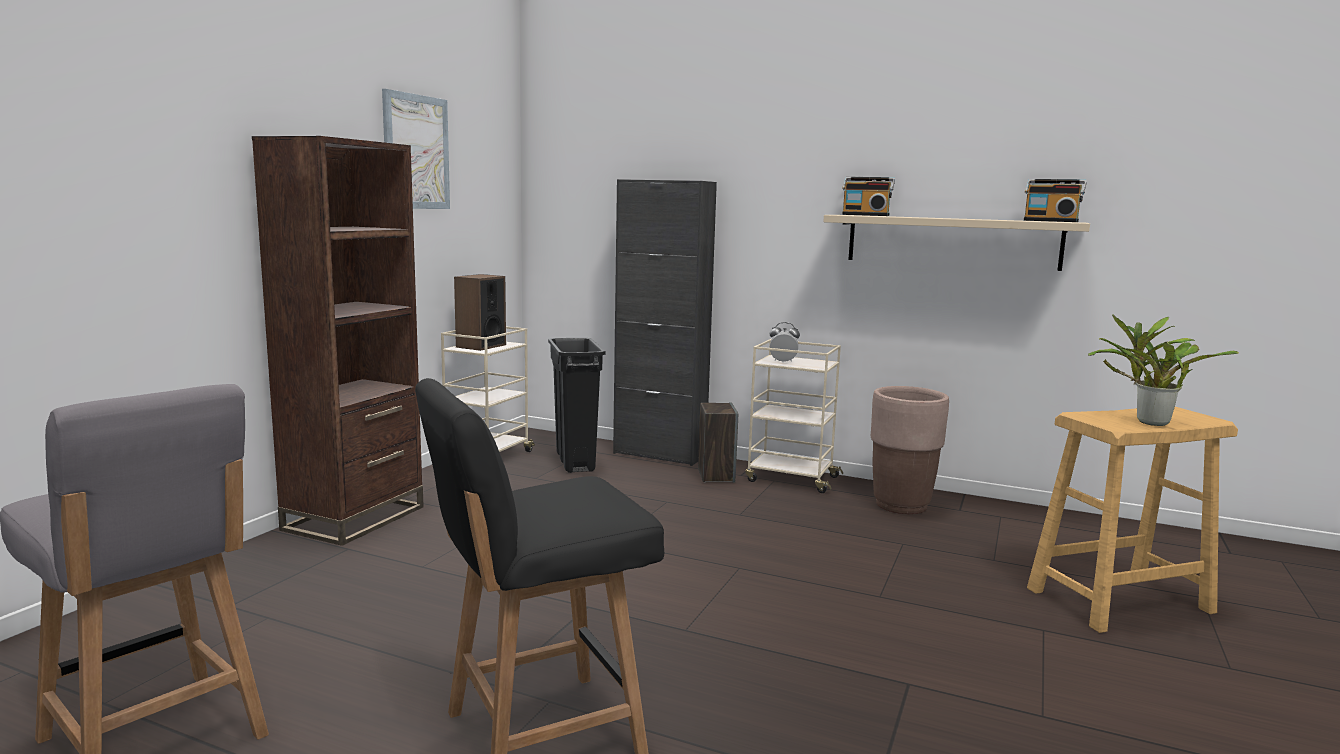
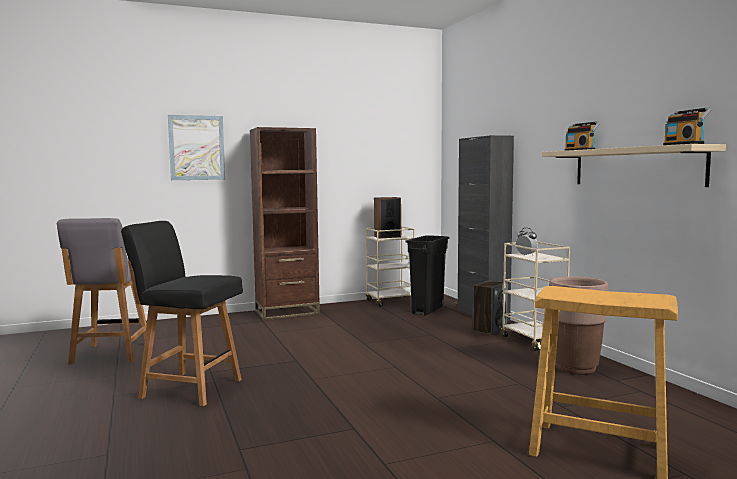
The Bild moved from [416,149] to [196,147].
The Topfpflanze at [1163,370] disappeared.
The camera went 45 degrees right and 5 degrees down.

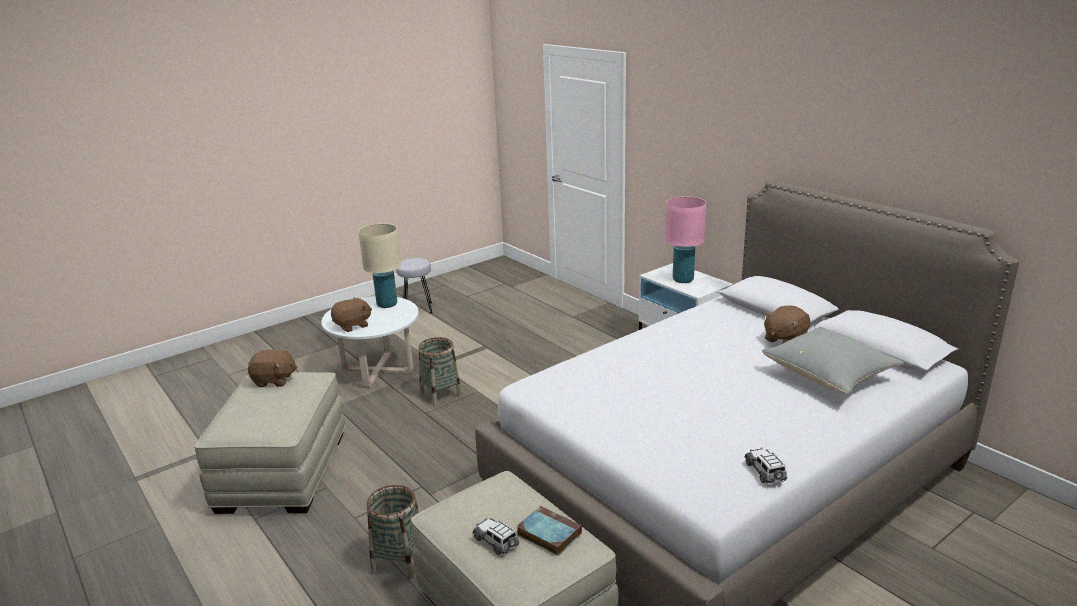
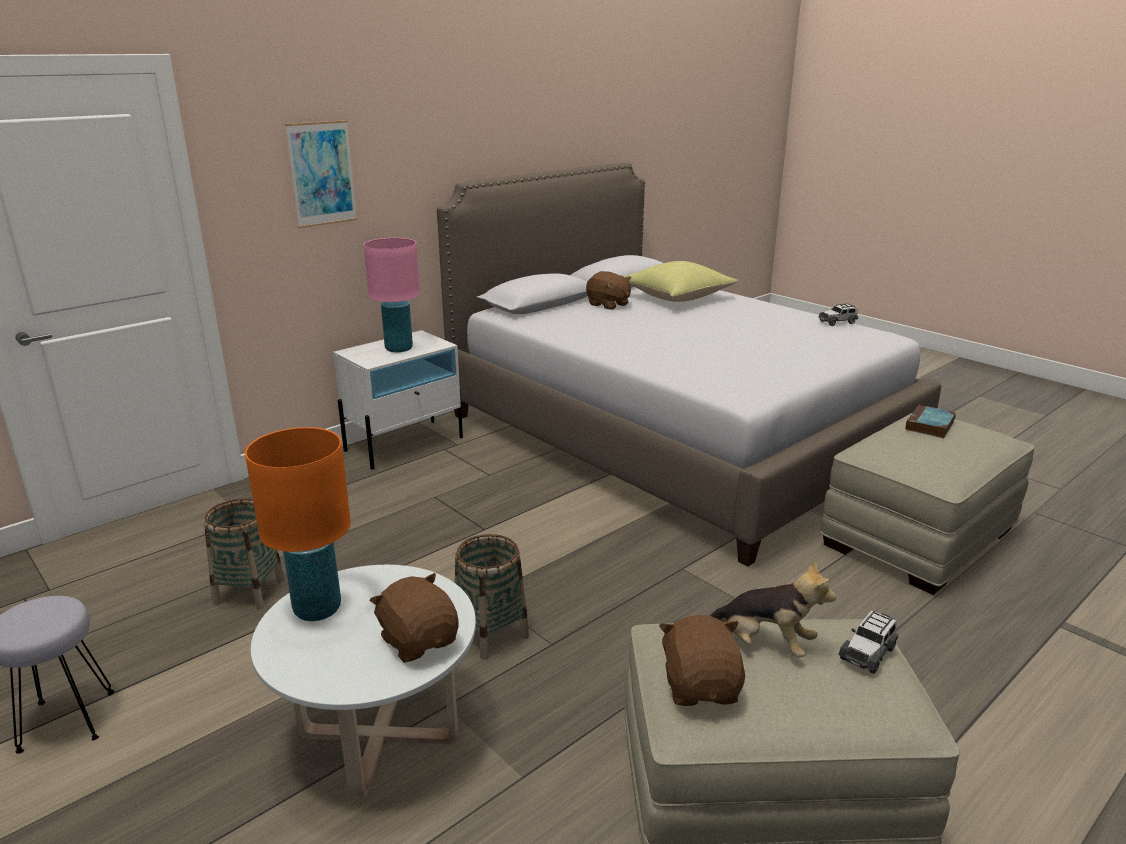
The Tischlampe/beige at [379,265] became the Tischlampe/orange at [298,524].
The Kissen/grau at [833,360] became the Kissen/gelb at [681,281].
The Korb moved from [393,532] to [244,554].
The Spielzeugauto moved from [495,536] to [868,642].
The Bild at [321,174] appeared.
The Plüschtier at [773,608] appeared.
The camera went 95 degrees left and 0 degrees up.

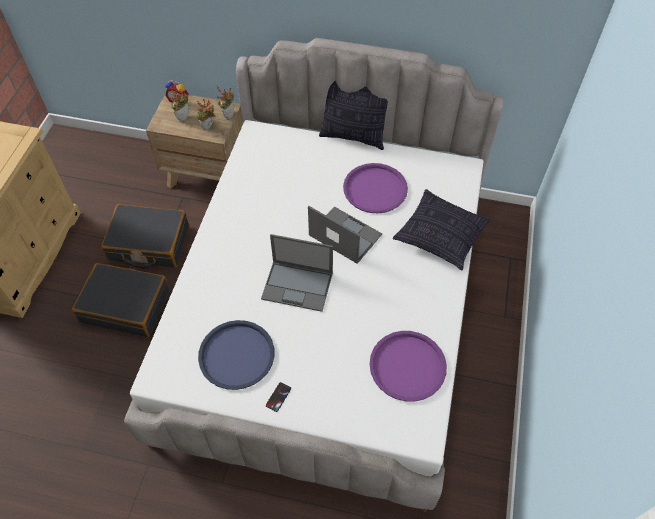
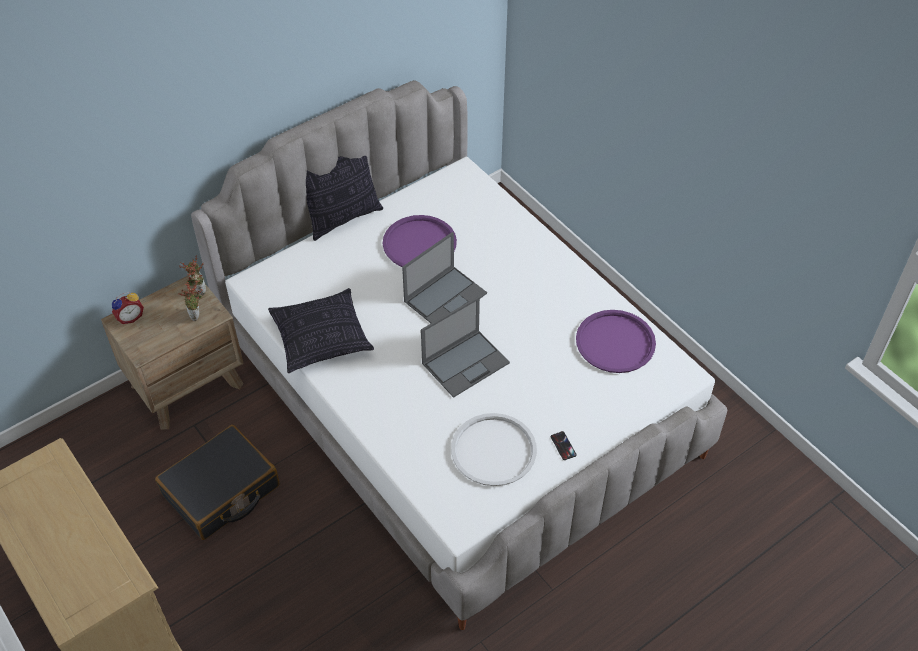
The Topfpflanze at [179,104] disappeared.
The Kissen moved from [442,229] to [321,330].
The Laptop at [345,235] turned 150 degrees clockwise.
The Koffer/schwarz at [120,300] disappeared.
The Tablett/blau at [236,355] became the Tablett/weiß at [494,449].
The camera went 50 degrees left and 5 degrees down.

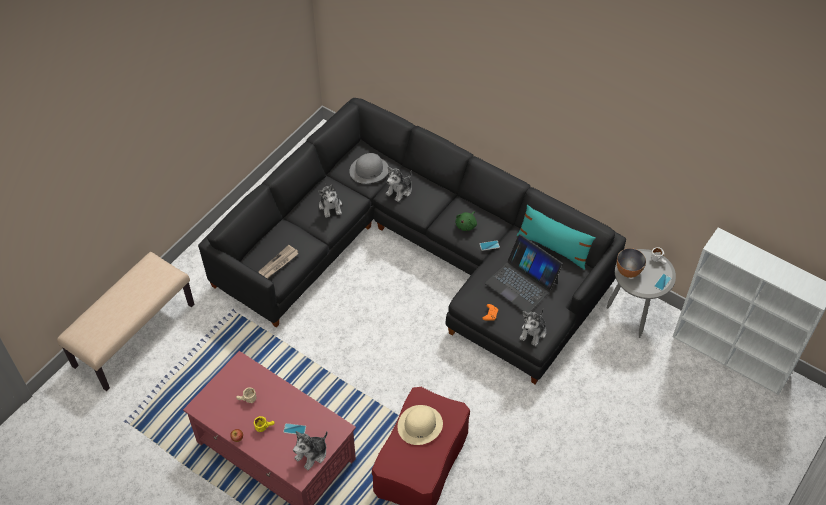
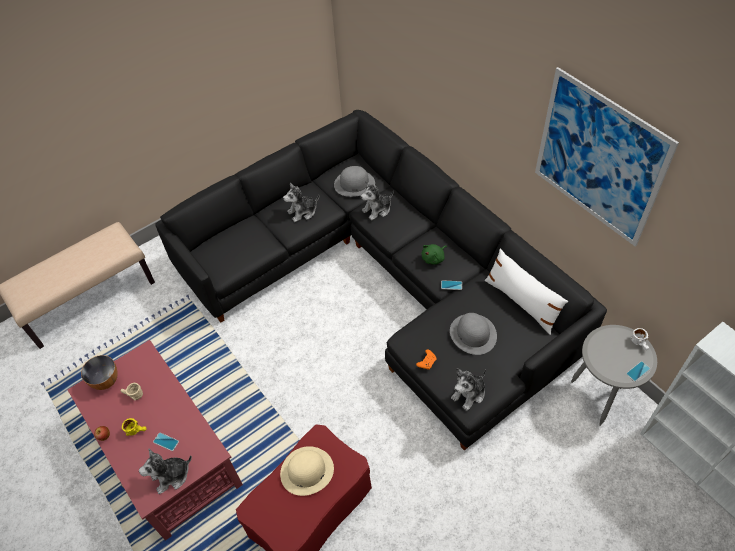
The Plüschtier at [330,200] turned 60 degrees clockwise.
The Kissen/türkis at [556,237] became the Kissen/weiß at [526,292].
The Laptop at [524,273] was replaced by the Hut/grau at [473,334].
The Zeitung at [278,262] disappeared.
The Schüssel moved from [631,263] to [99,372].
The Bild at [607,157] appeared.
The camera went 20 degrees right and 0 degrees up.

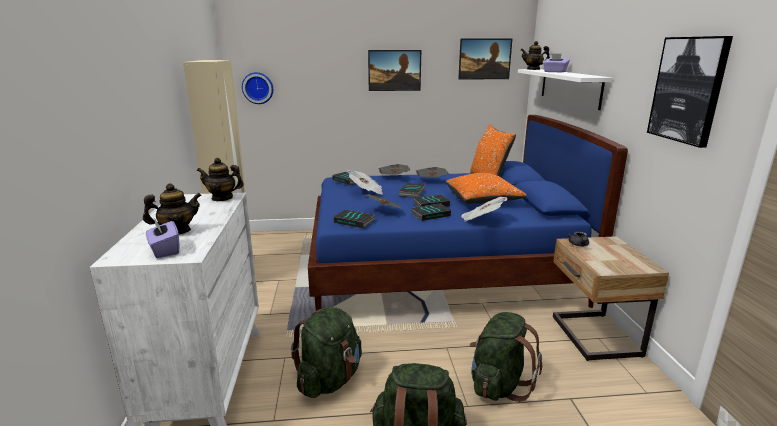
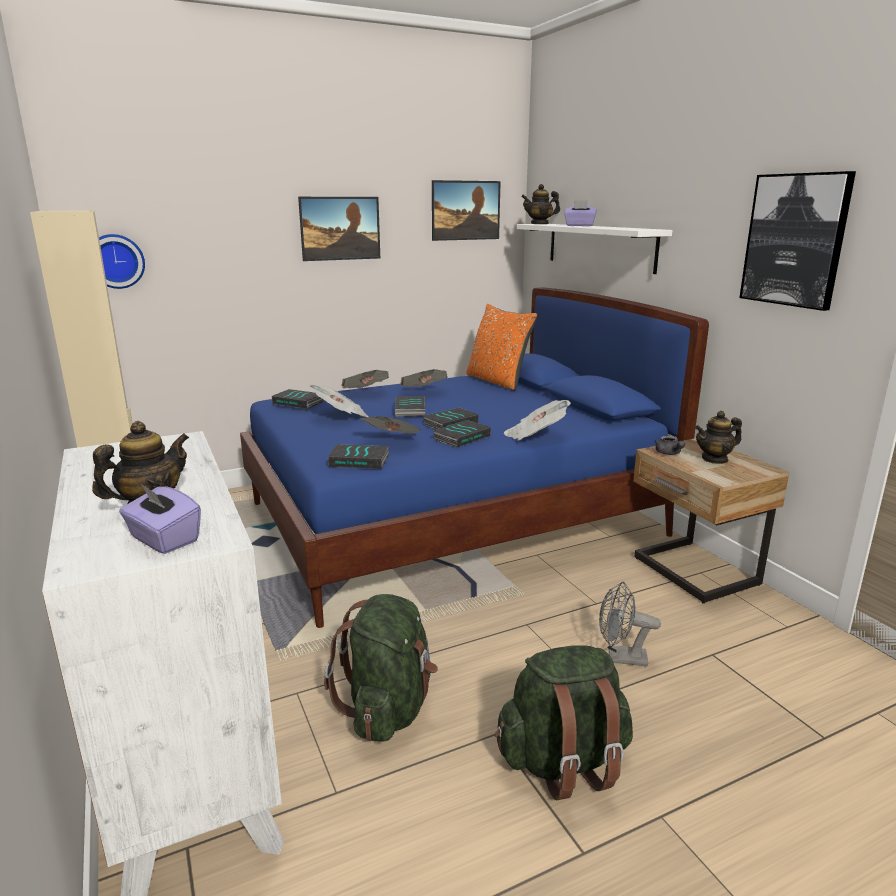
The Teekanne moved from [220,179] to [718,437].
The Kissen/orange at [486,188] disappeared.
The Rucksack/grün at [506,357] was replaced by the Ventilator/grau at [630,624].
The camera went 20 degrees left and 0 degrees up.

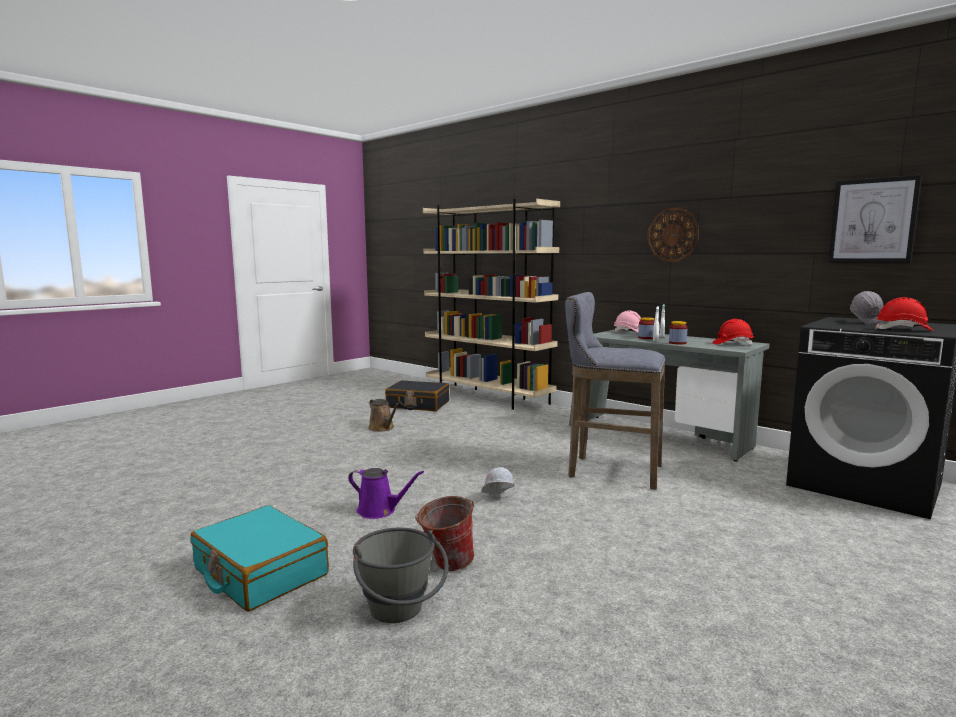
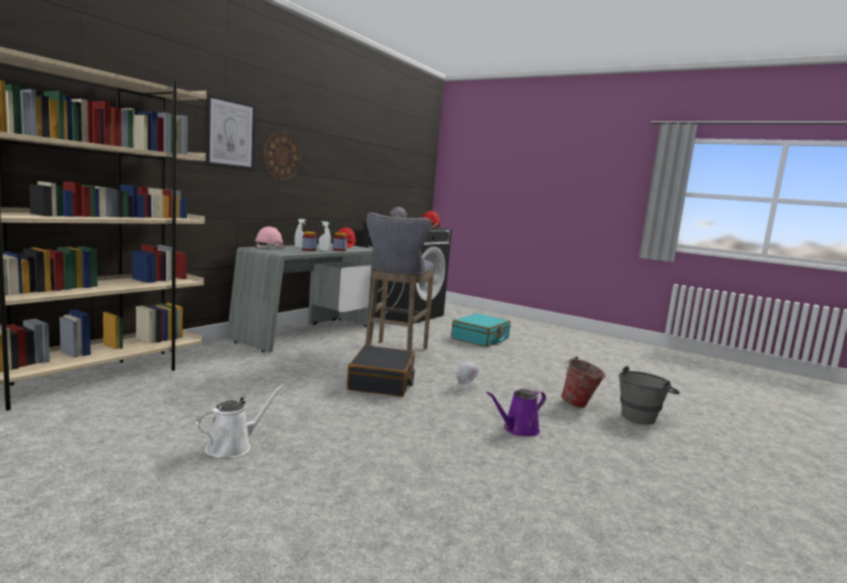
The Bild moved from [875,219] to [230,132].
The Koffer/schwarz moved from [417,395] to [381,371].
The Gießkanne/braun at [384,415] became the Gießkanne/weiß at [240,421].
The Gießkanne/lila at [386,493] turned 135 degrees counterclockwise.
The Koffer/türkis moved from [259,558] to [481,330].
The camera went 100 degrees left and 0 degrees up.

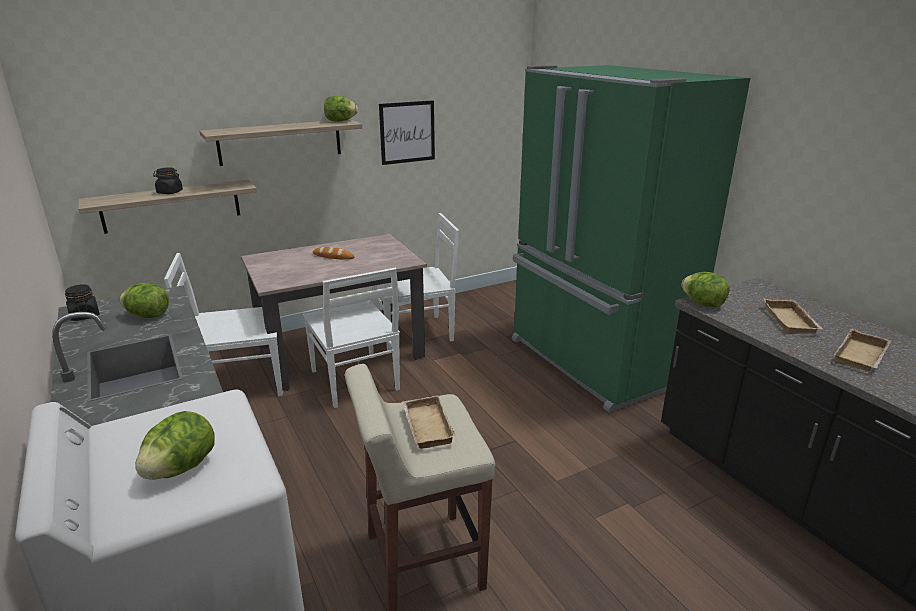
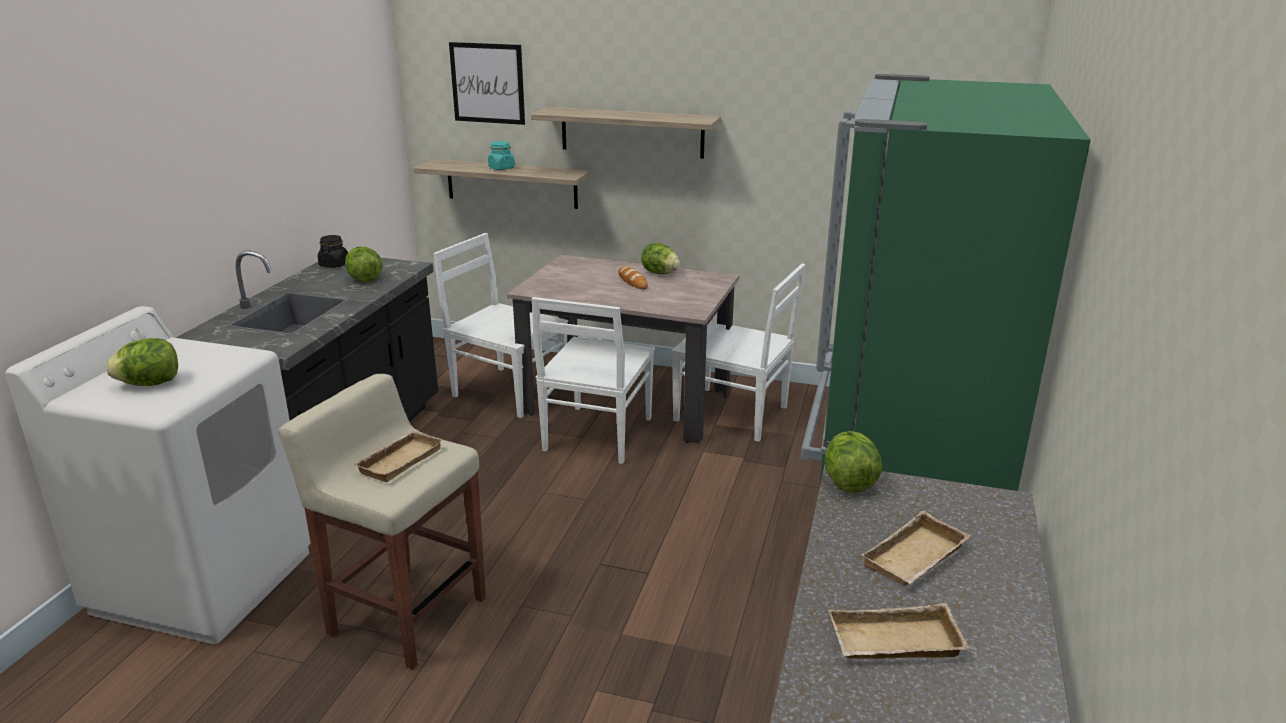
The Salatkopf moved from [341,108] to [660,258].
The Bild moved from [407,132] to [487,83].
The Vorratsglas/schwarz at [168,180] became the Vorratsglas/türkis at [501,155].
The camera went 45 degrees right and 0 degrees up.

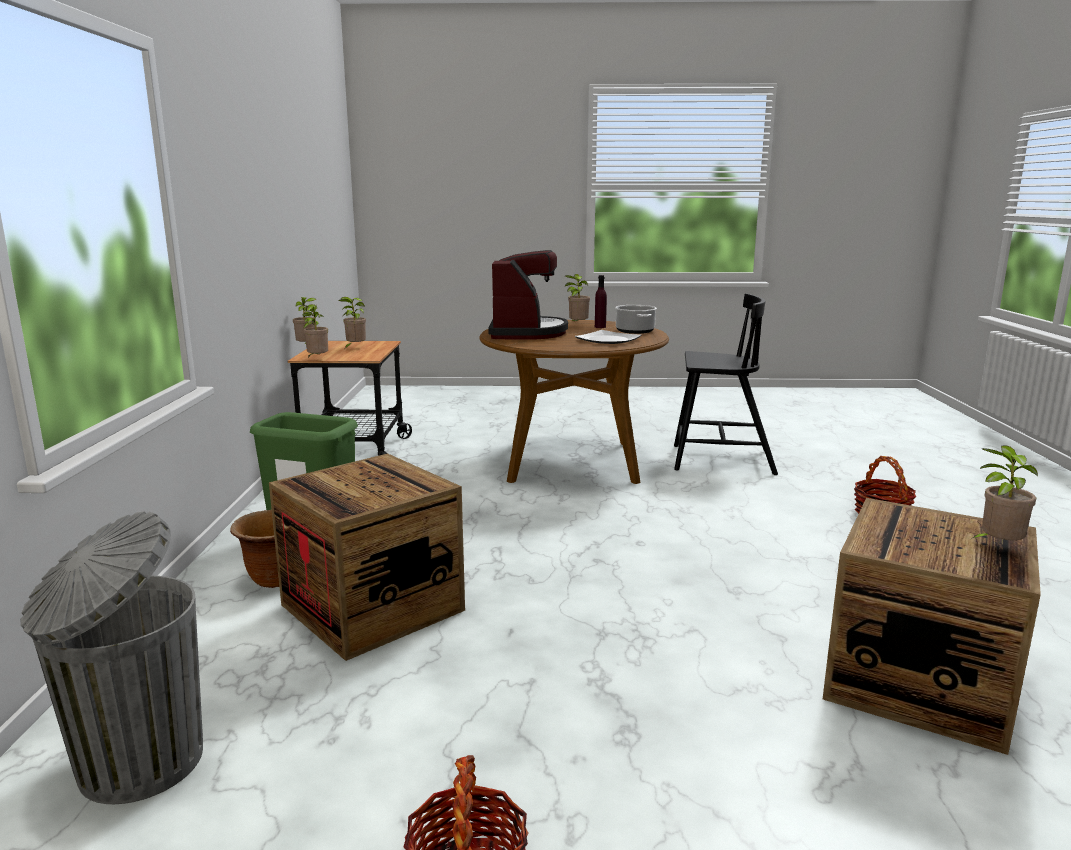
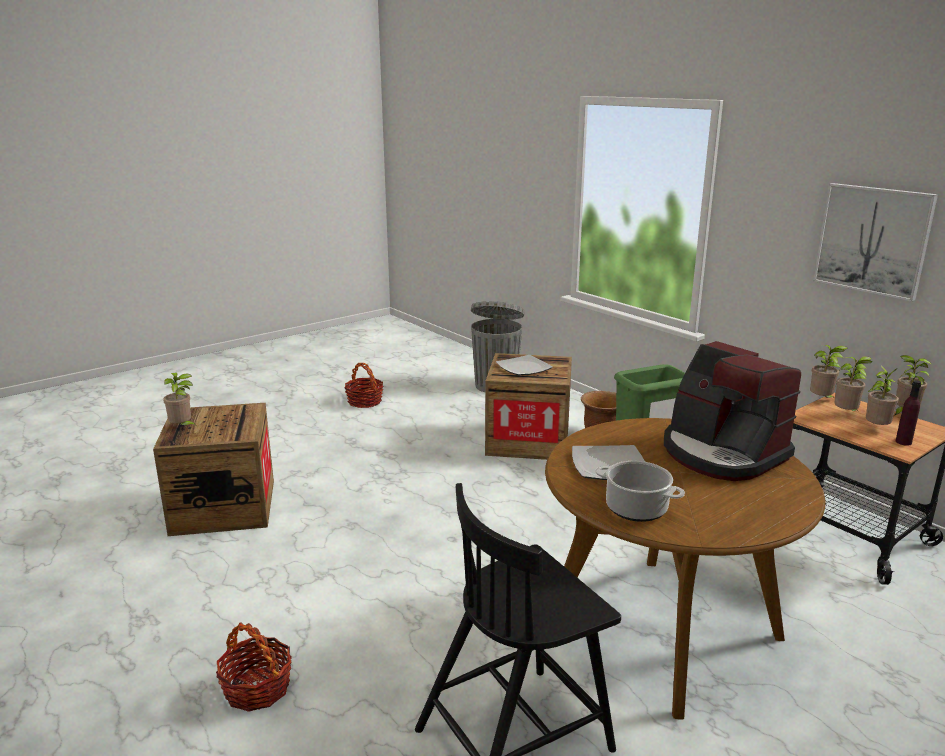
The Topfpflanze moved from [577,298] to [853,383].
The Flasche/lila moved from [601,301] to [908,413].
The Bild at [875,242] appeared.
The Teller at [524,365] appeared.
The camera went 140 degrees right and 5 degrees up.

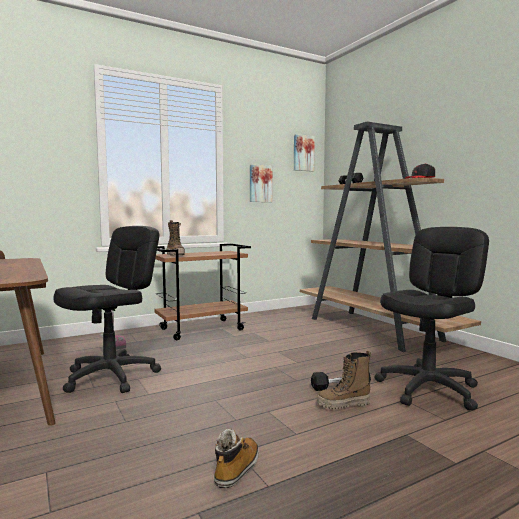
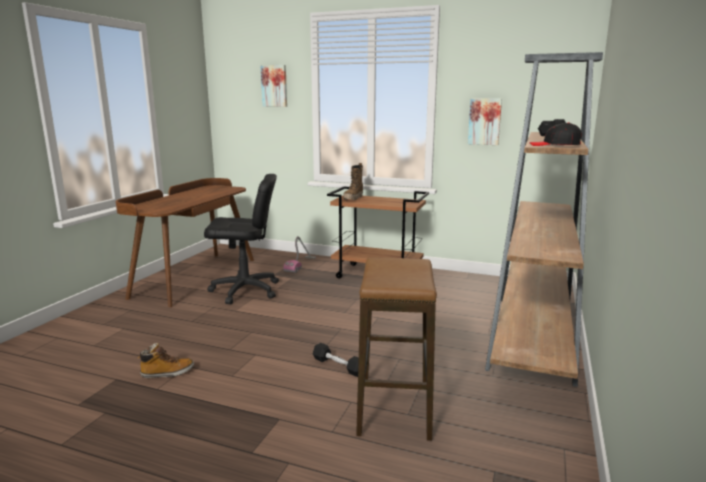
The Bild moved from [304,152] to [274,86].
The Bürostuhl/schwarz at [432,318] was replaced by the Hocker at [396,349].
The Stiefel at [344,380] disappeared.
The camera went 50 degrees right and 10 degrees up.

